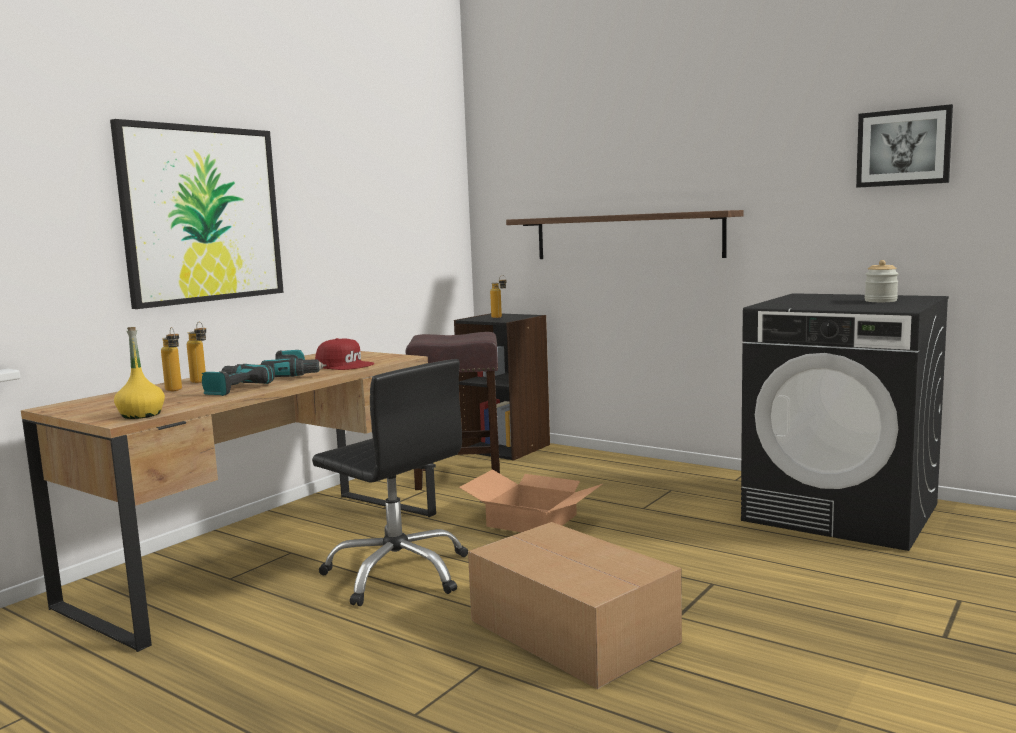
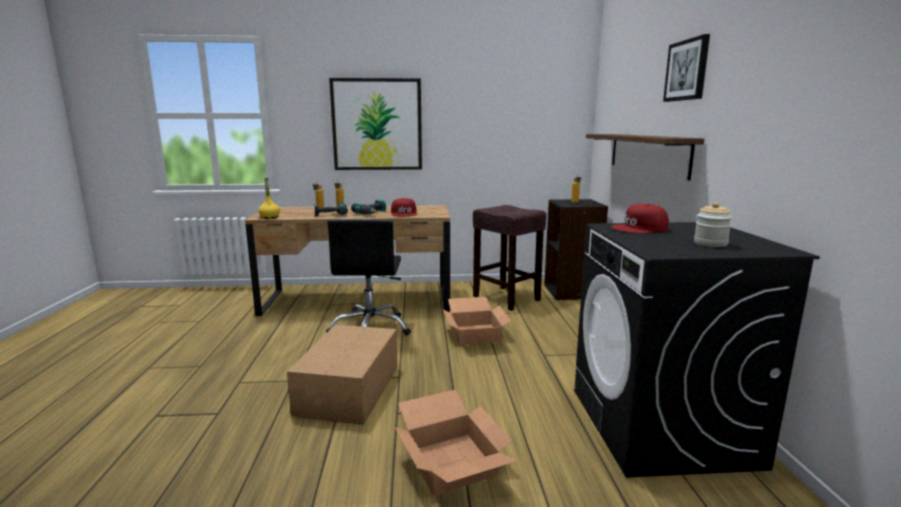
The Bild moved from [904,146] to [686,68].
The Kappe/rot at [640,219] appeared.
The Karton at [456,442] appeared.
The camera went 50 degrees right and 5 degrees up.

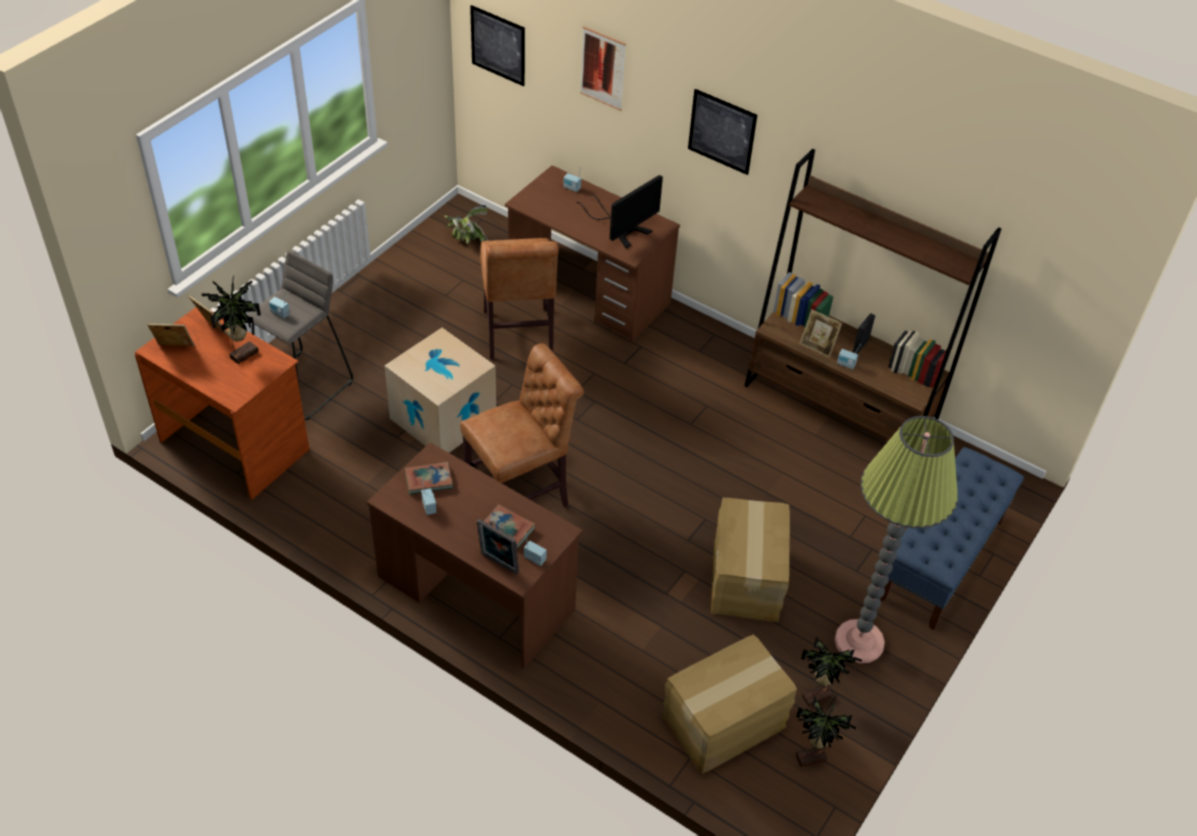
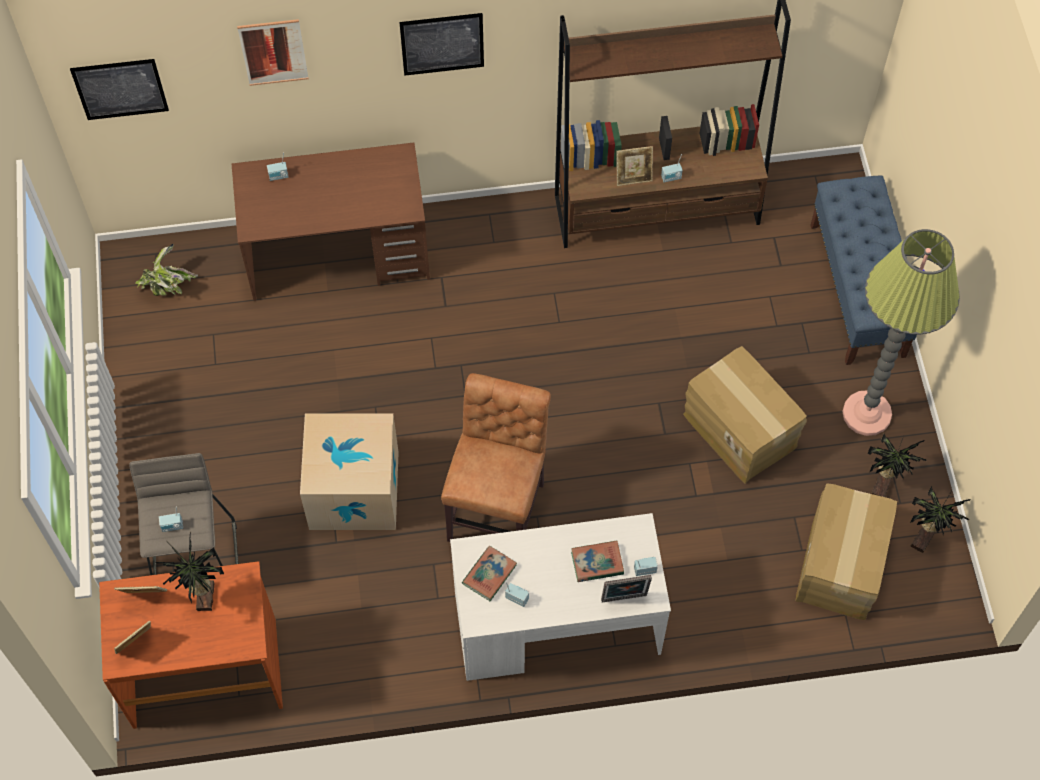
The Monitor at [620,211] disappeared.
The Stuhl/braun at [519,299] disappeared.
The Schreibtisch/braun at [475,555] became the Schreibtisch/weiß at [560,597].
The camera went 40 degrees left and 15 degrees up.

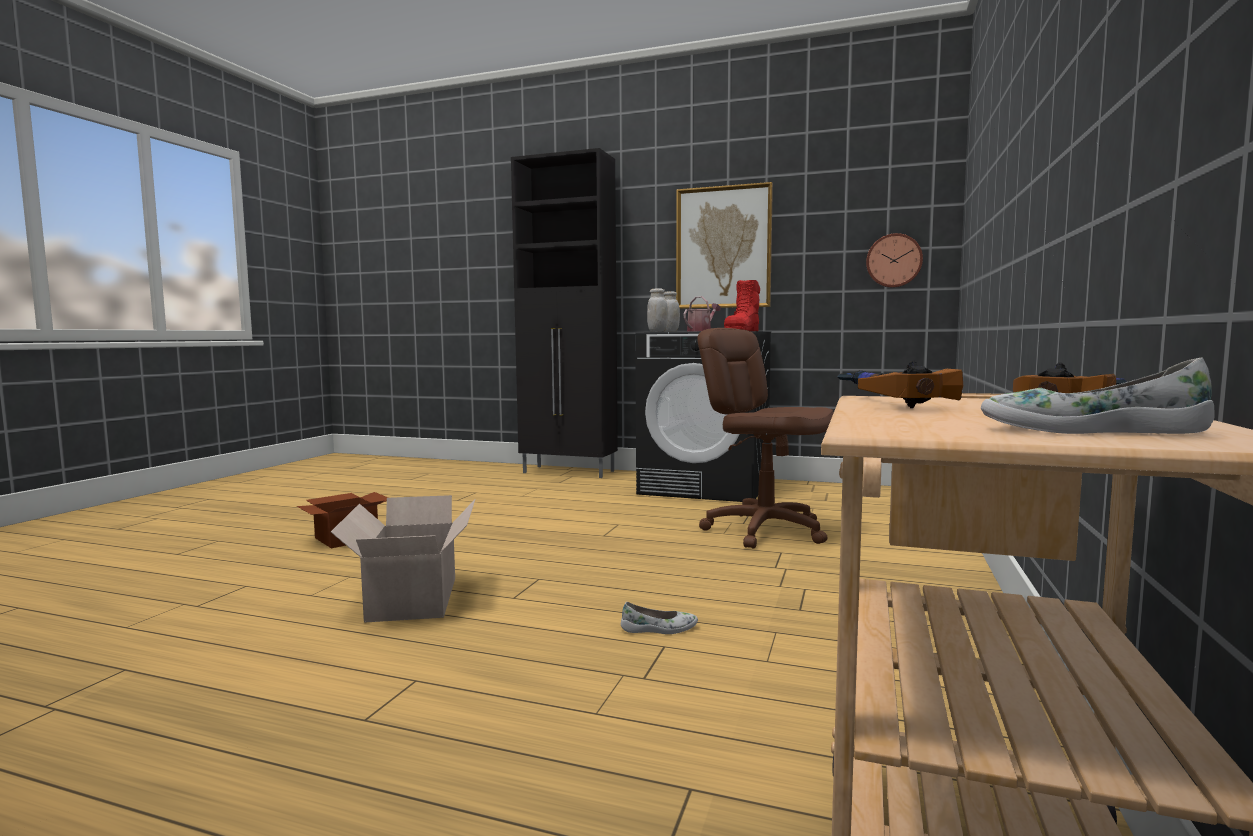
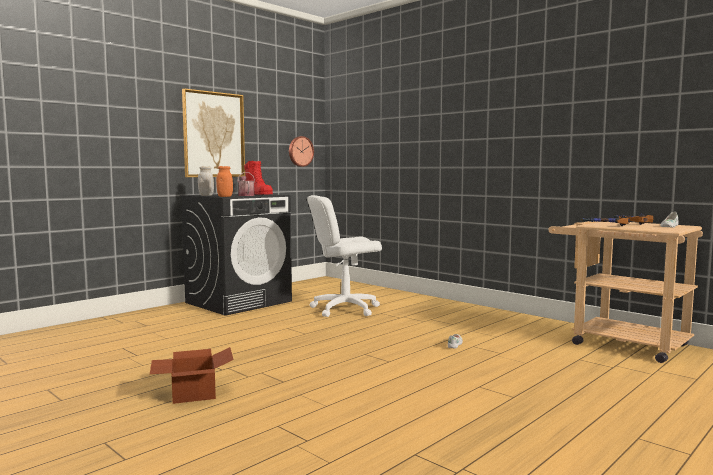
The Schrank/schwarz at [564,313] disappeared.
The Vorratsglas/weiß at [657,310] became the Vorratsglas/orange at [224,181].
The Bürostuhl/braun at [765,438] became the Bürostuhl/weiß at [344,256].
The Karton at [403,559] disappeared.
The camera went 65 degrees left and 0 degrees up.

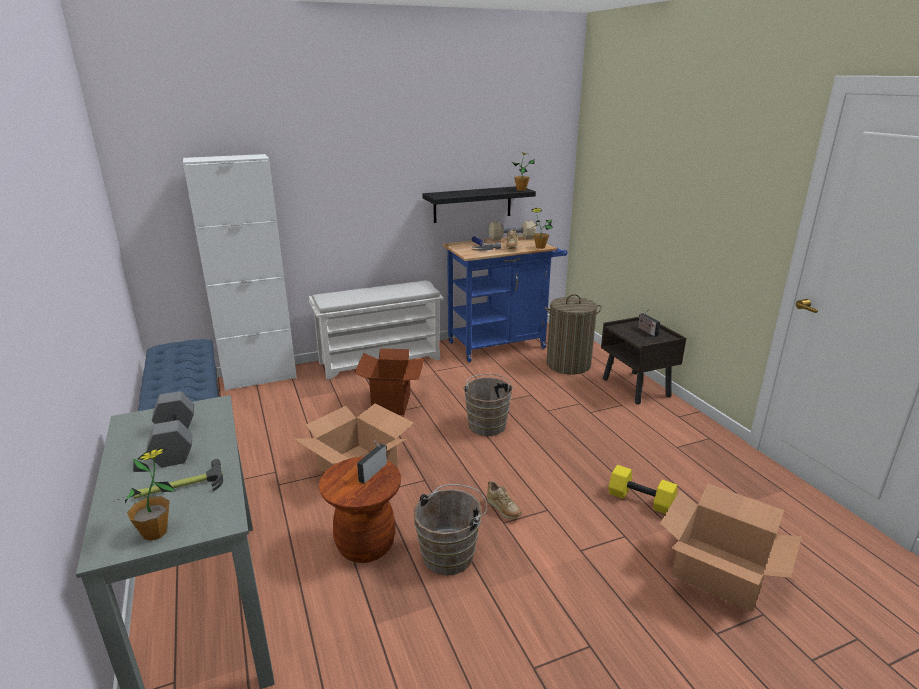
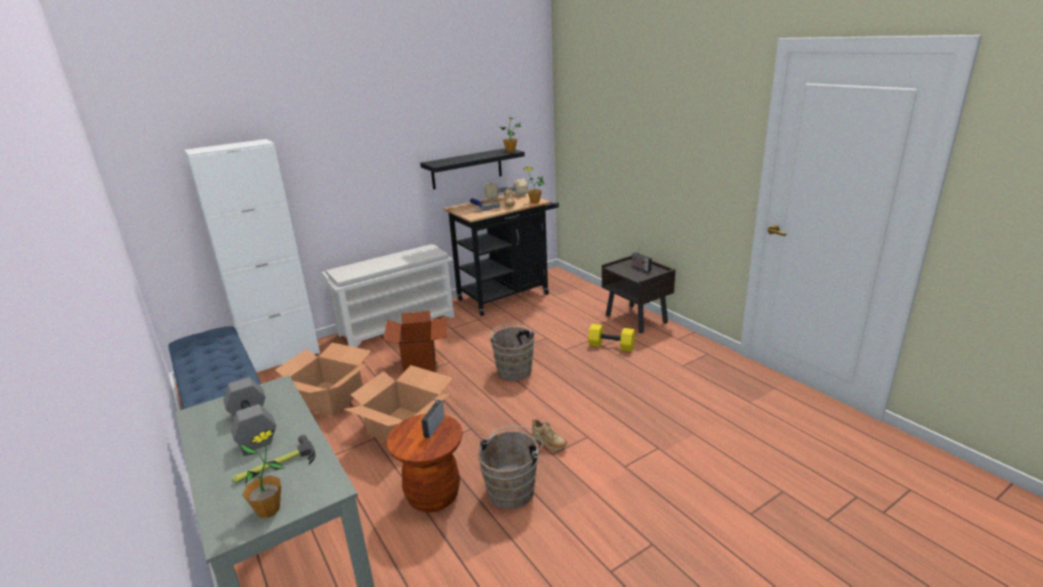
The Rollwagen/blau at [505,298] became the Rollwagen/schwarz at [501,254].
The Wäschekorb at [573,334] disappeared.
The Hantel/gelb moved from [642,489] to [611,338].
The Karton moved from [731,548] to [323,380].
The camera went 10 degrees left and 0 degrees up.

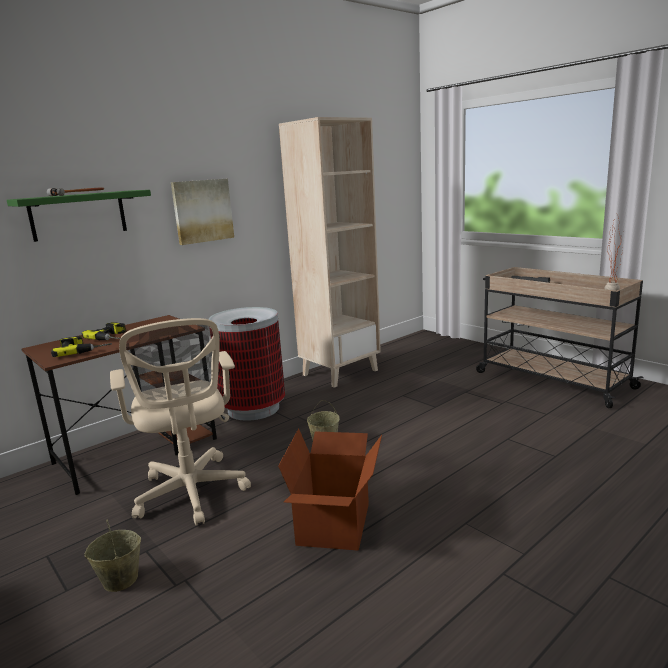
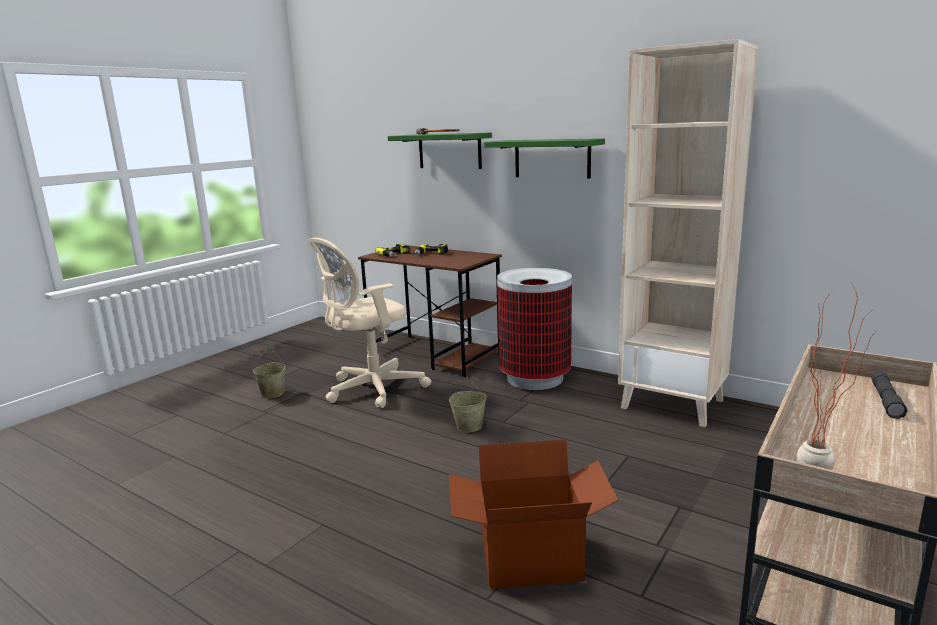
The Bild at [202,212] was replaced by the Wandregal/grün at [544,158].
The Karton moved from [330,489] to [534,514].
The camera went 75 degrees right and 0 degrees up.

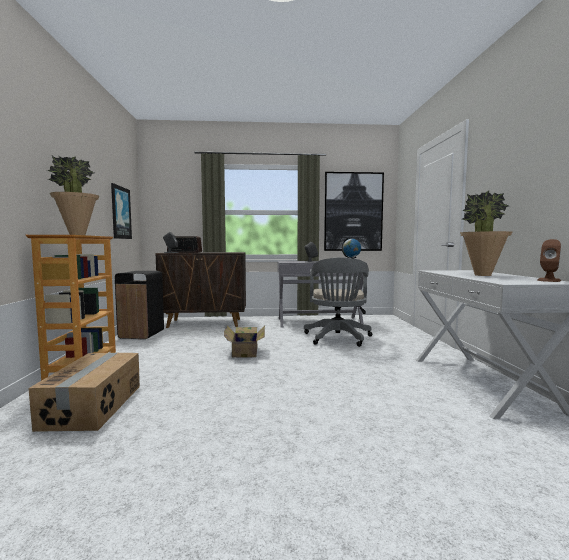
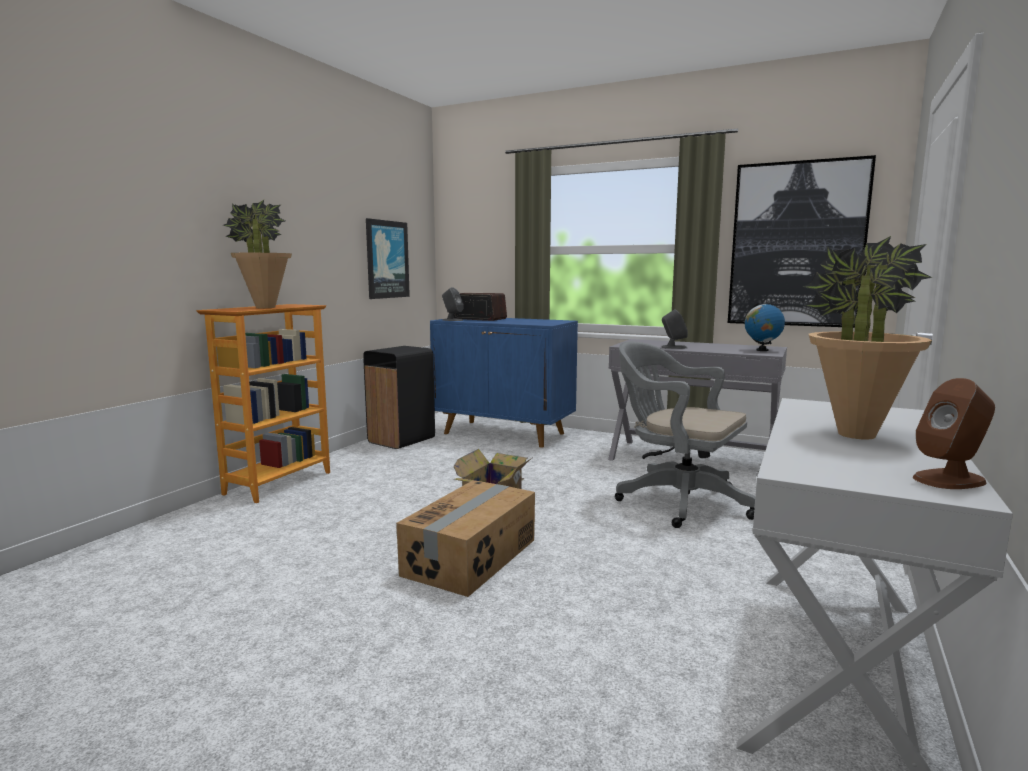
The Schrank/braun at [201,290] became the Schrank/blau at [504,383].
The Bürostuhl/grau at [338,302] turned 90 degrees clockwise.
The Karton moved from [84,392] to [465,538].
The camera went 30 degrees right and 5 degrees up.

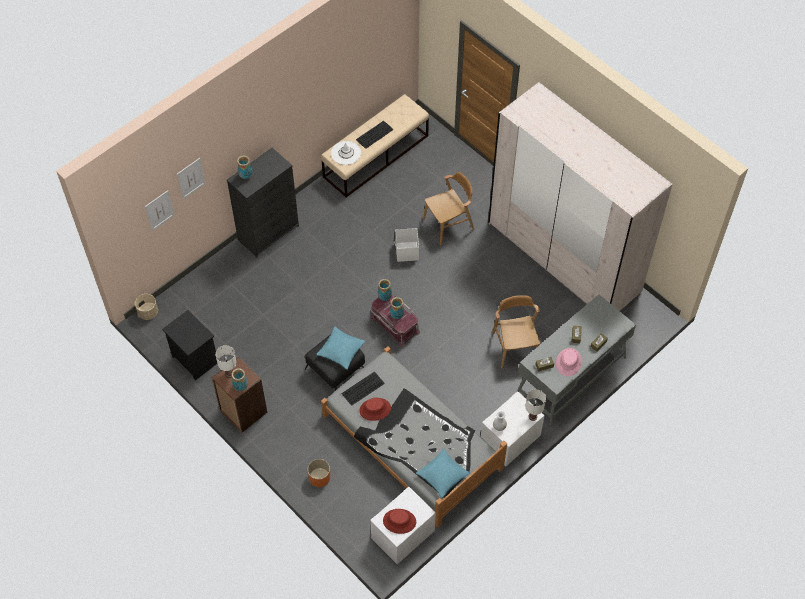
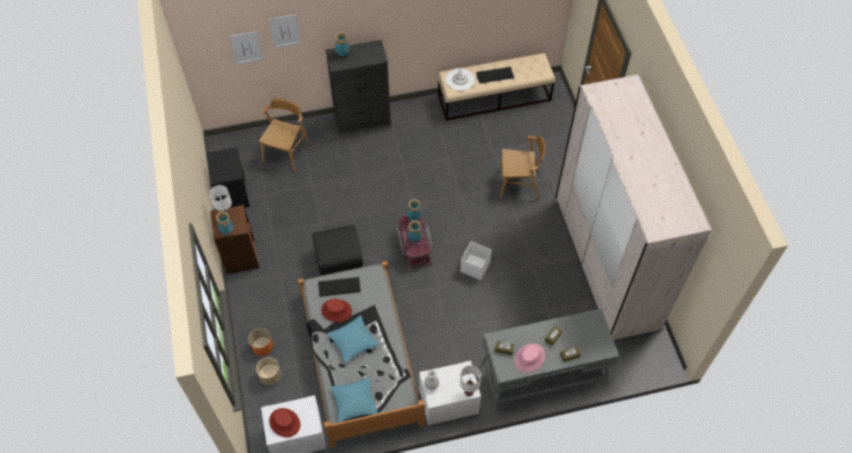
The Aufbewahrungsbox/weiß moved from [407,245] to [476,260].
The Pflanzkübel/beige moved from [146,307] to [268,371].
The Stuhl/braun moved from [516,332] to [284,135].
The Kissen/türkis moved from [340,348] to [353,339].
The camera went 30 degrees right and 0 degrees up.

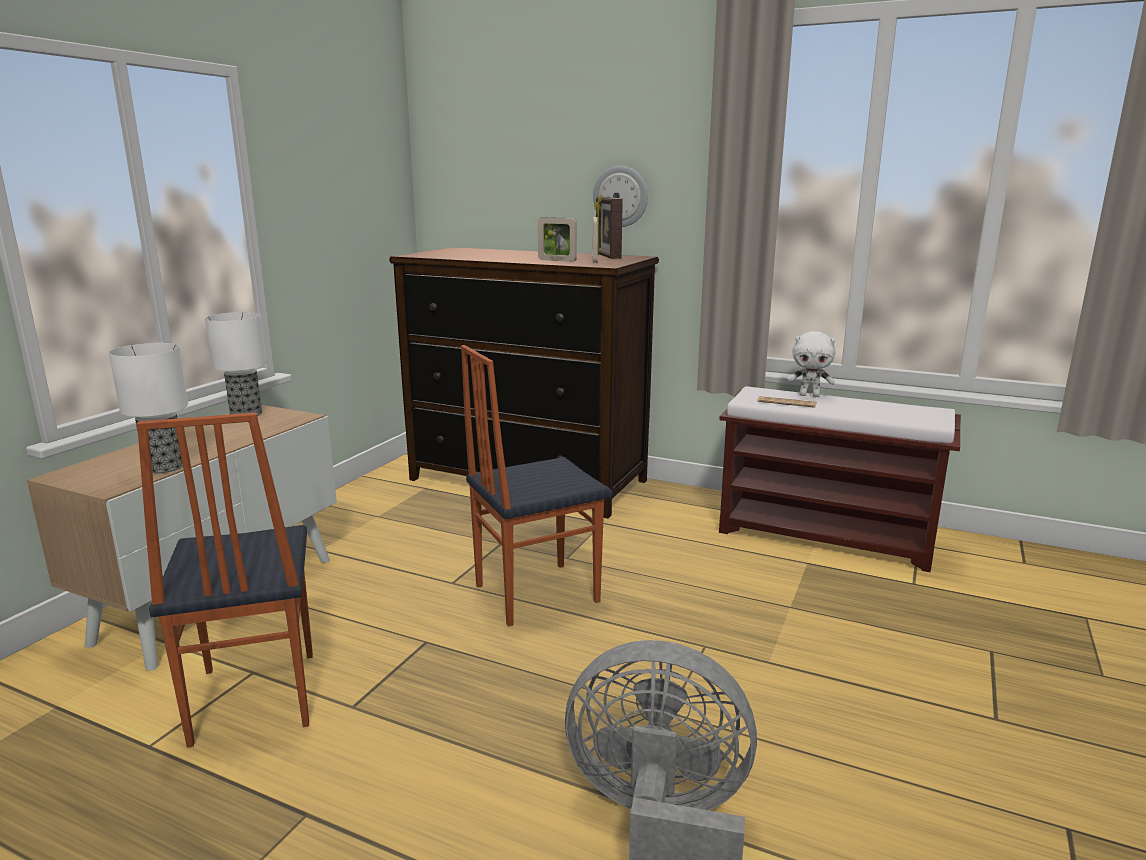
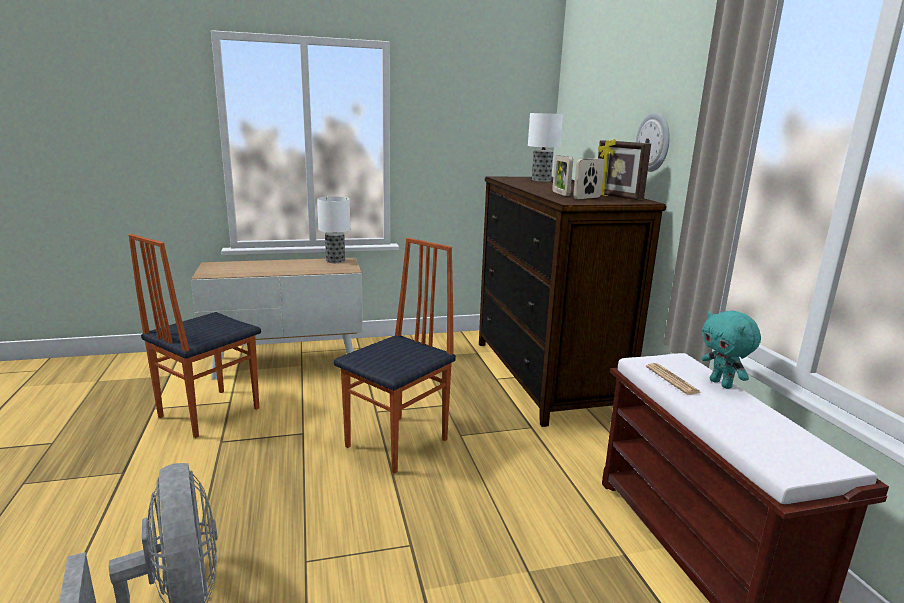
The Bilderrahmen at [608,227] turned 75 degrees counterclockwise.
The Plüschtier/weiß at [811,364] became the Plüschtier/türkis at [731,350].
The Tischlampe moved from [148,408] to [545,147].
The Stuhl at [537,486] turned 105 degrees clockwise.
The camera went 50 degrees right and 0 degrees up.

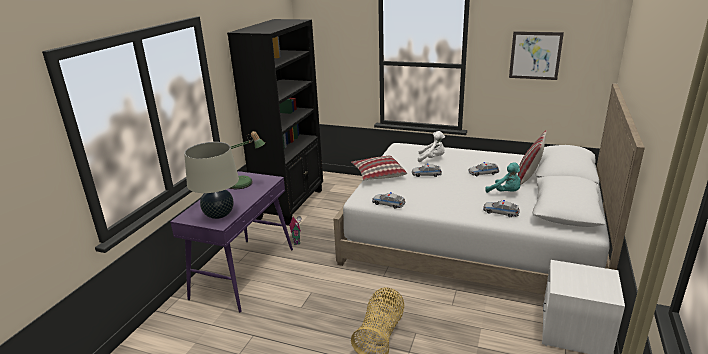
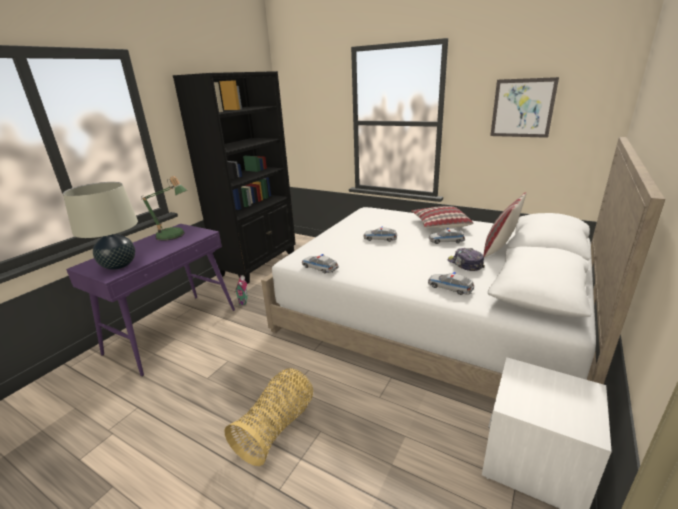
The Plüschtier/weiß at [431,146] disappeared.
The Kissen moved from [379,168] to [442,217].
The Plüschtier/türkis at [503,177] was replaced by the Kappe at [466,259].
The camera went 10 degrees right and 0 degrees up.

